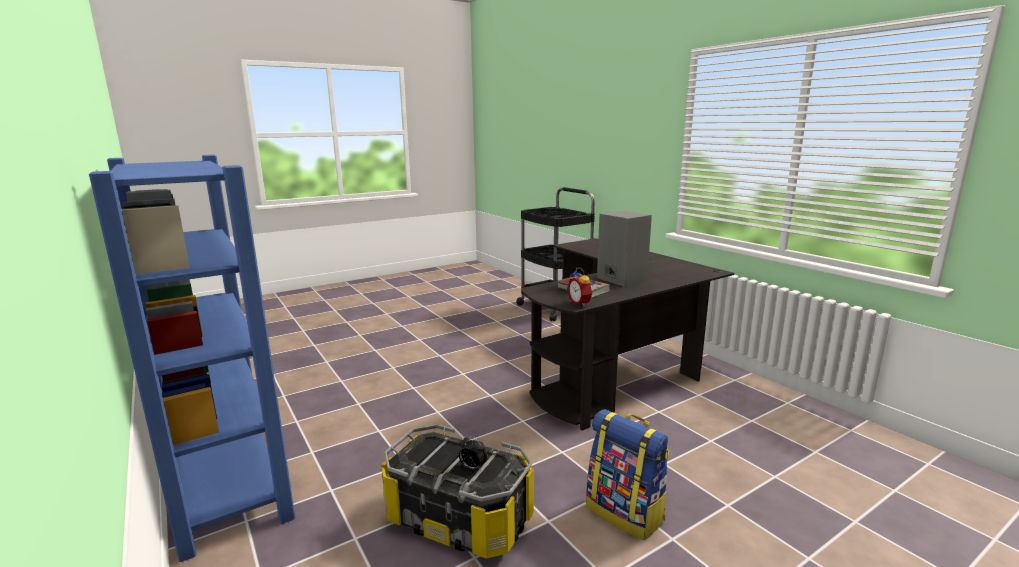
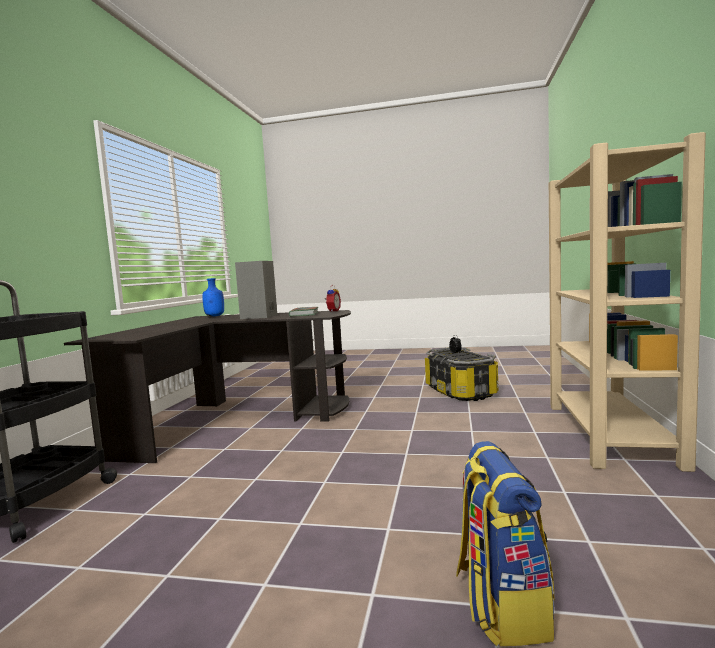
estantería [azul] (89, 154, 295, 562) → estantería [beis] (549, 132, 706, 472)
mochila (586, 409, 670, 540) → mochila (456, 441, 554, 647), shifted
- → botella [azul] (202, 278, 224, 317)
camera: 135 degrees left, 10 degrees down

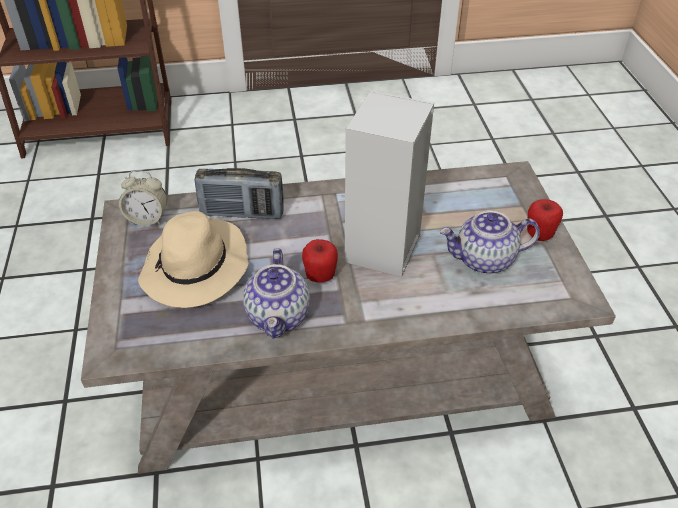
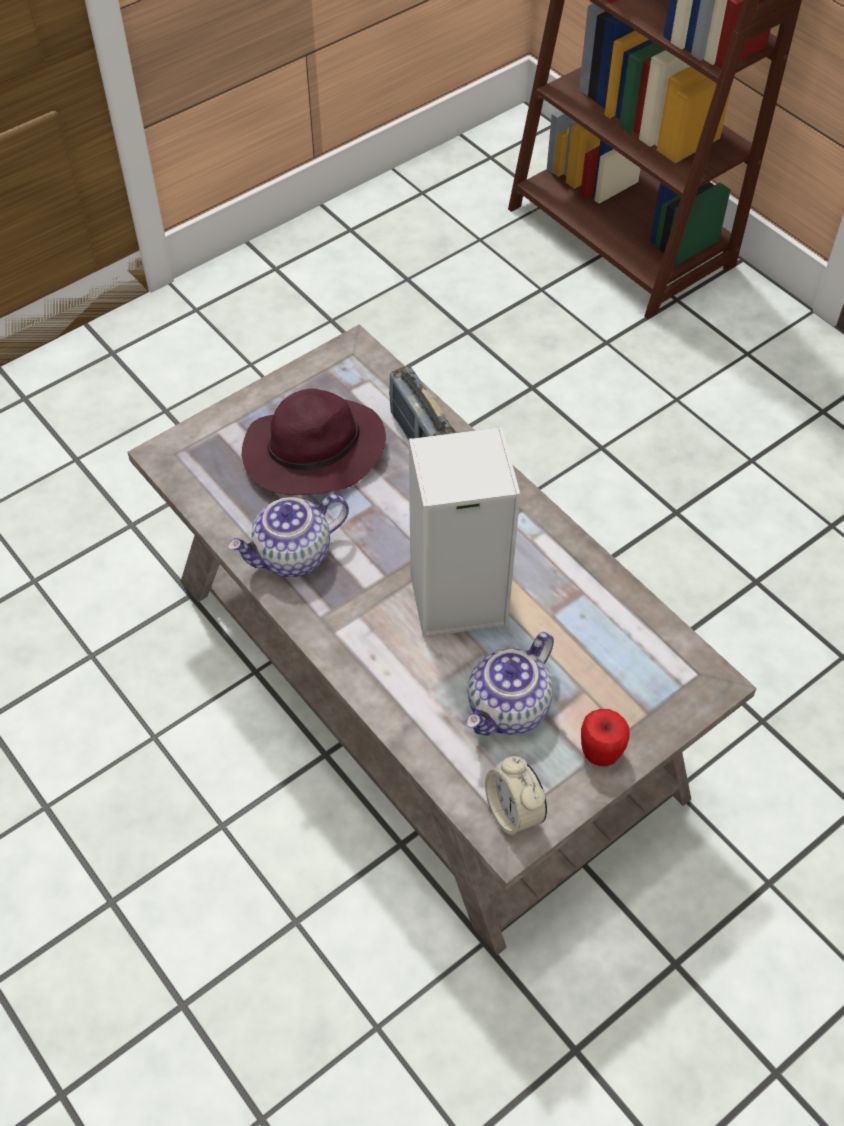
despertador (119, 170, 167, 226) → despertador (485, 756, 547, 837), shifted
sombrero [beis] (138, 211, 249, 308) → sombrero [morado] (242, 389, 386, 495)
tetera (440, 211, 540, 274) → tetera (466, 632, 554, 736), 105 degrees counterclockwise
manzana (302, 239, 338, 283) → -
camera: 60 degrees right, 10 degrees up

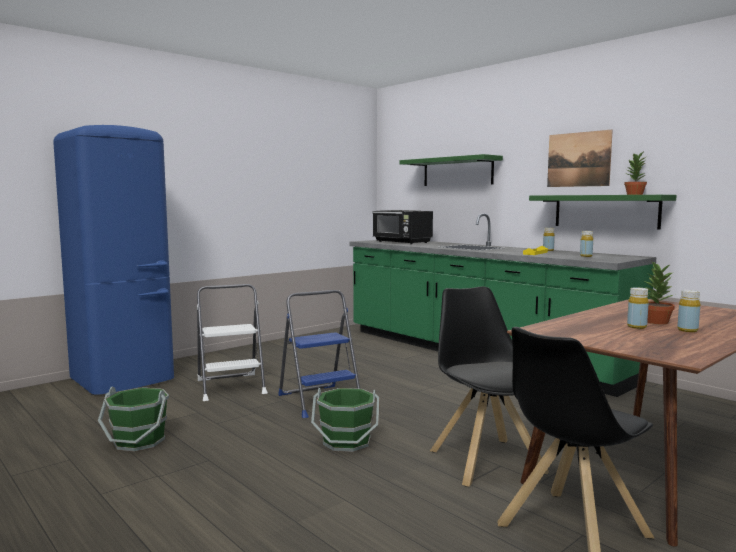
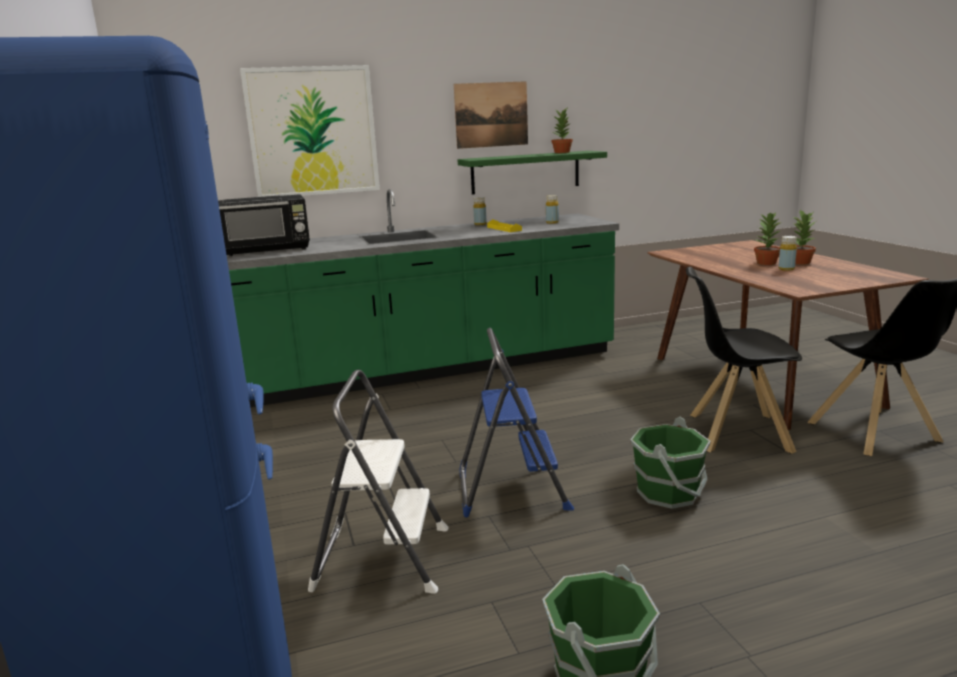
estante [verde] (400, 154, 503, 186) → cuadro (240, 65, 380, 197)
botella [amarillo] (677, 290, 700, 332) → planta en maceta (792, 210, 816, 265)
camera: 65 degrees left, 10 degrees up

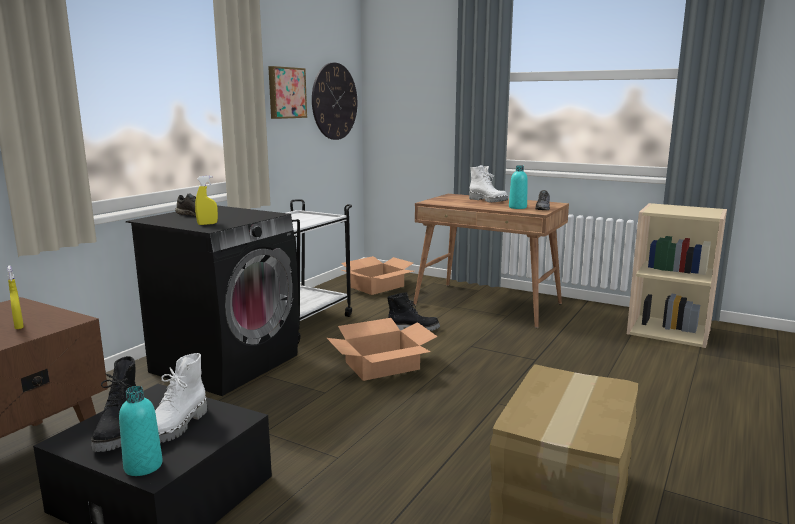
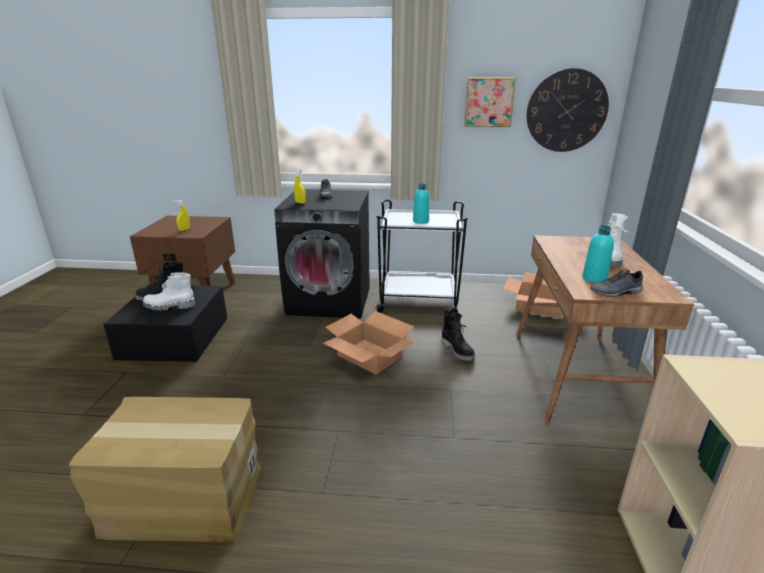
botella [turquesa] (119, 386, 163, 476) → botella [turquesa] (413, 184, 429, 224), shifted
camera: 65 degrees right, 10 degrees up

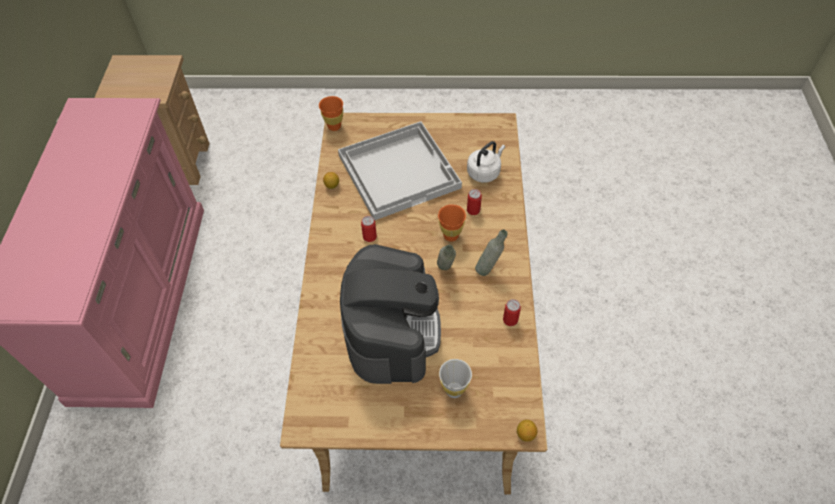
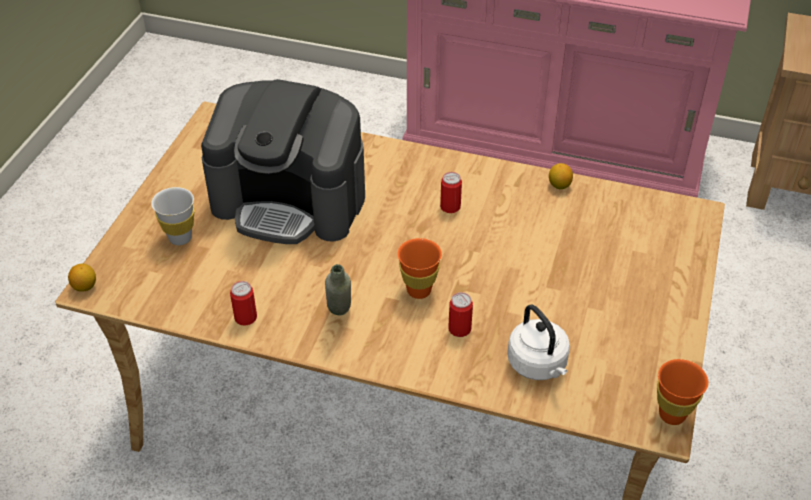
taza [naranja] (319, 96, 343, 131) → taza [naranja] (657, 359, 709, 425), shifted
bandeja [blanco] (338, 121, 462, 220) → -
botella [gris] (437, 245, 456, 270) → -
camera: 105 degrees right, 10 degrees down

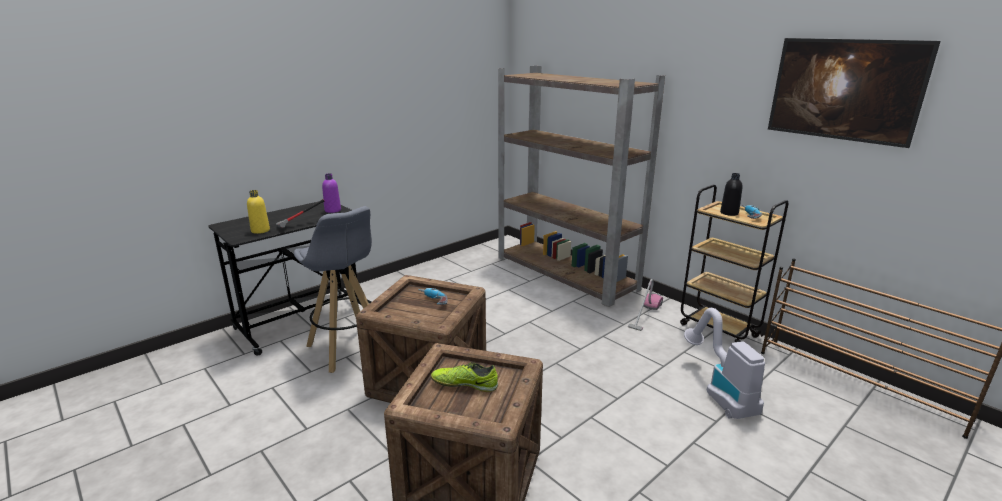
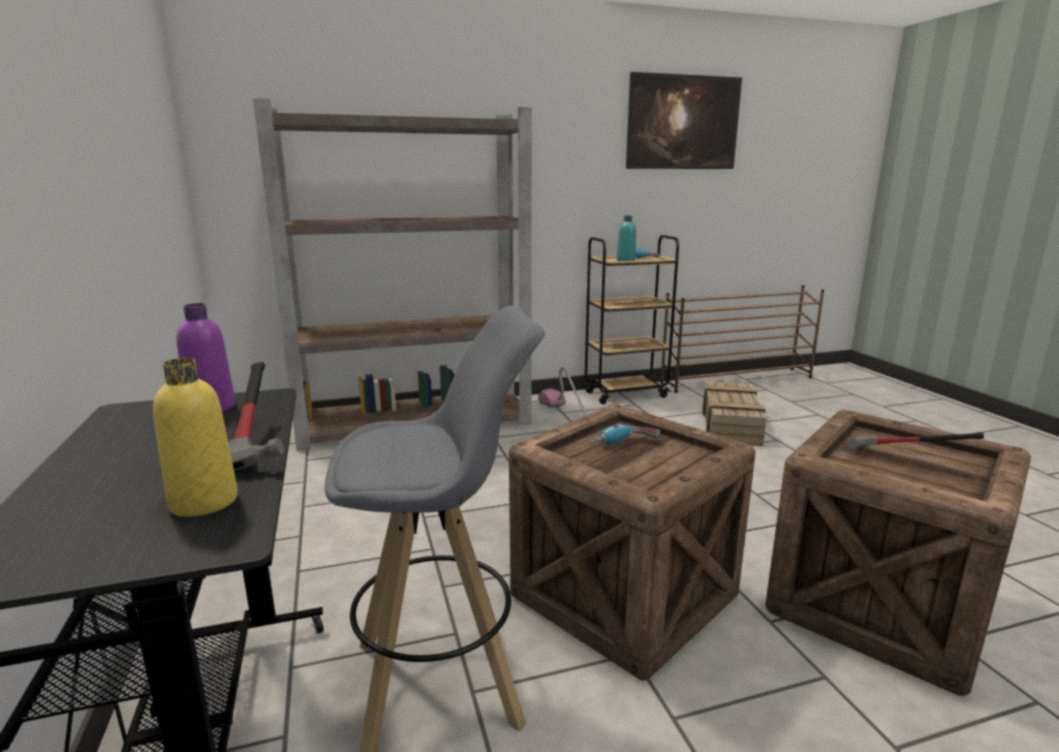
botella [negro] (720, 173, 743, 216) → botella [turquesa] (617, 215, 636, 261)
aspiradora (684, 308, 765, 419) → caja de embalaje (702, 382, 767, 446)
zapato (431, 362, 498, 392) → martillo (846, 432, 984, 449)
camera: 65 degrees left, 5 degrees down

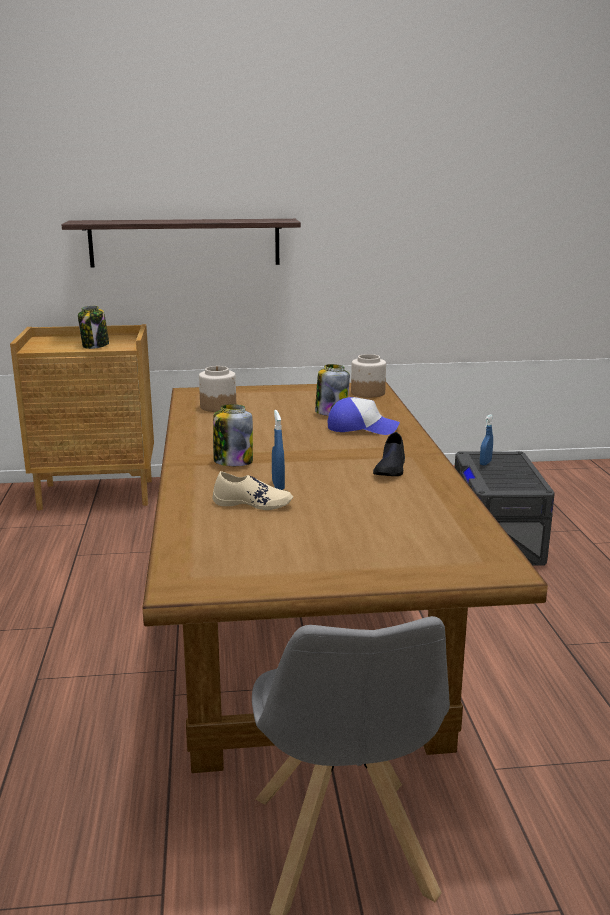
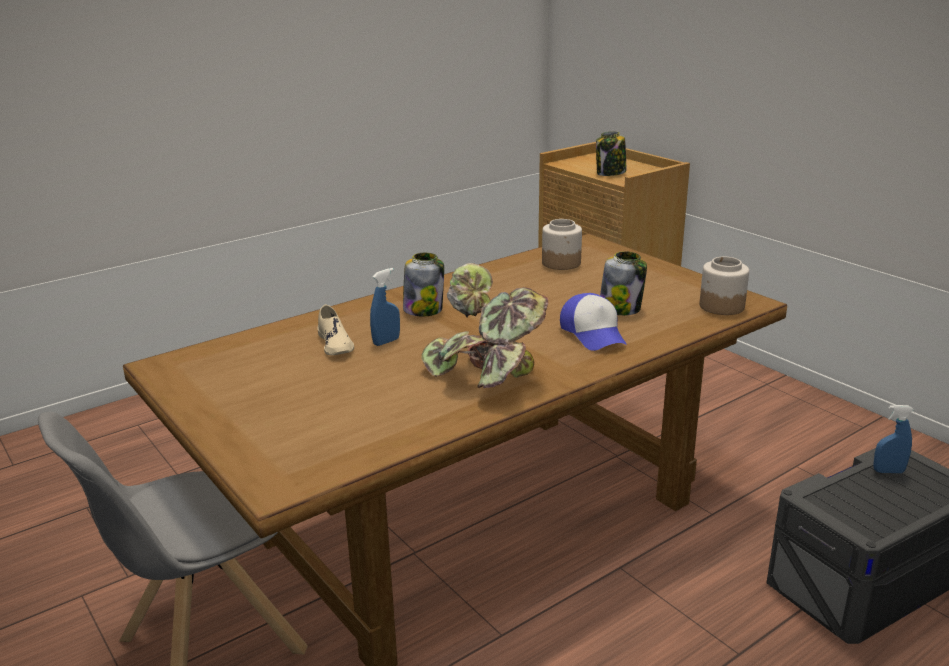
estante (62, 219, 301, 267) → -
zapato [negro] (373, 432, 405, 476) → planta en maceta (421, 263, 548, 388)
camera: 60 degrees right, 5 degrees up

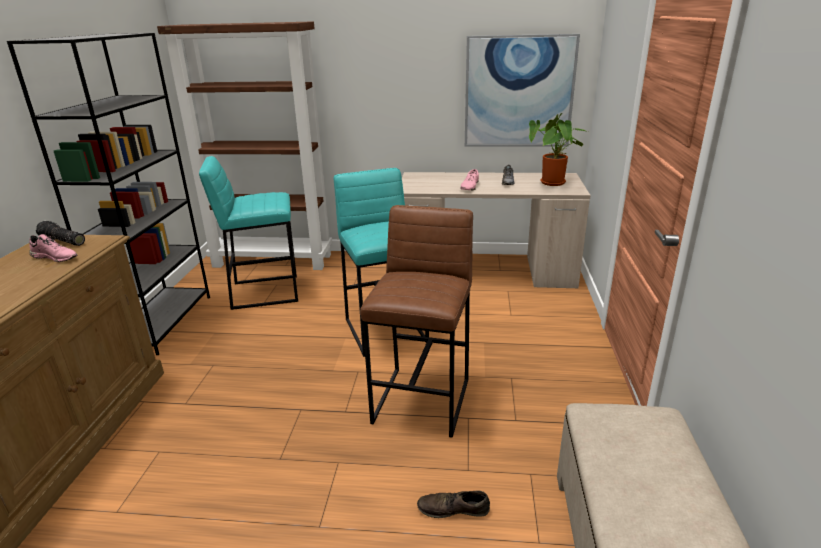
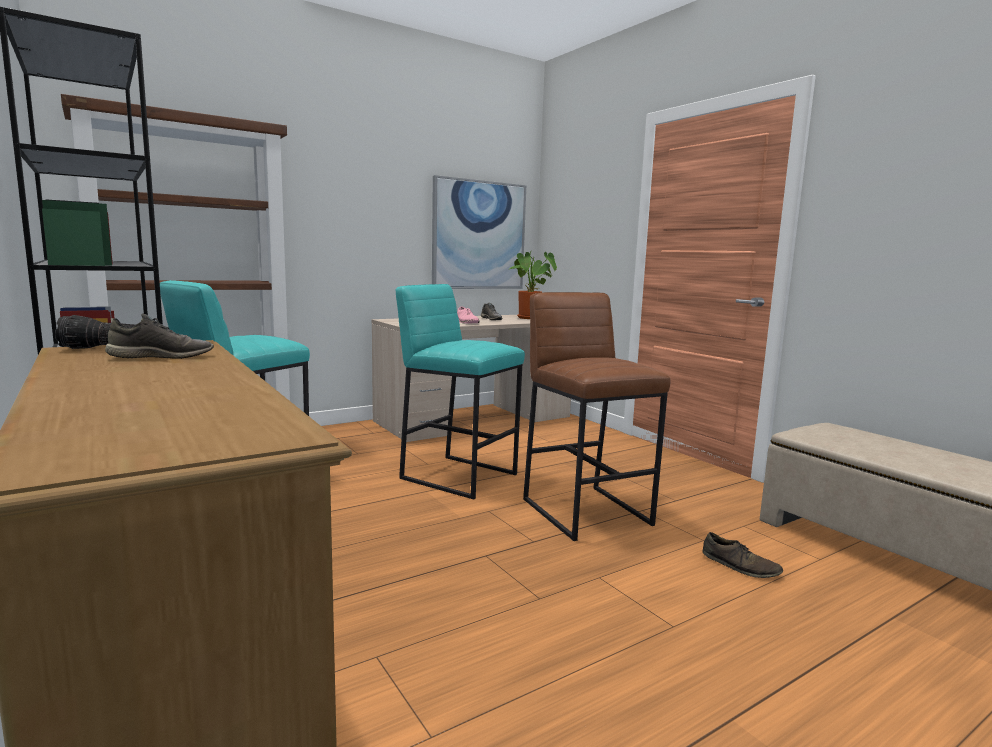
zapato [rosa] (29, 234, 77, 262) → zapato [gris] (105, 314, 214, 359)
zapato [marrón] (417, 490, 490, 518) → zapato [marrón] (702, 532, 783, 578), 105 degrees counterclockwise
camera: 40 degrees left, 15 degrees down

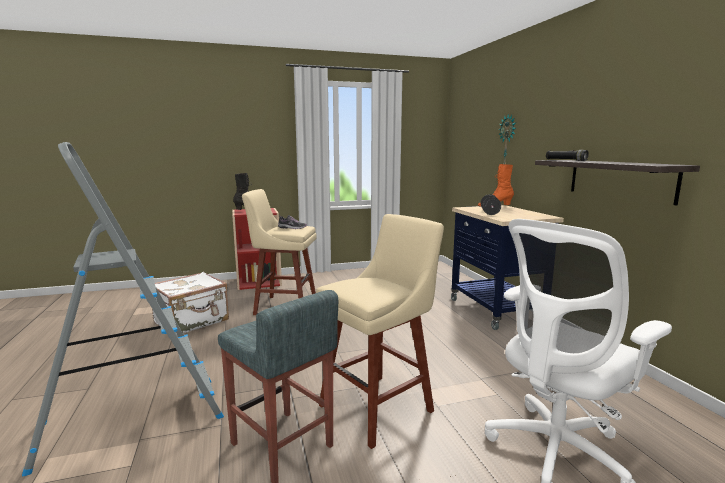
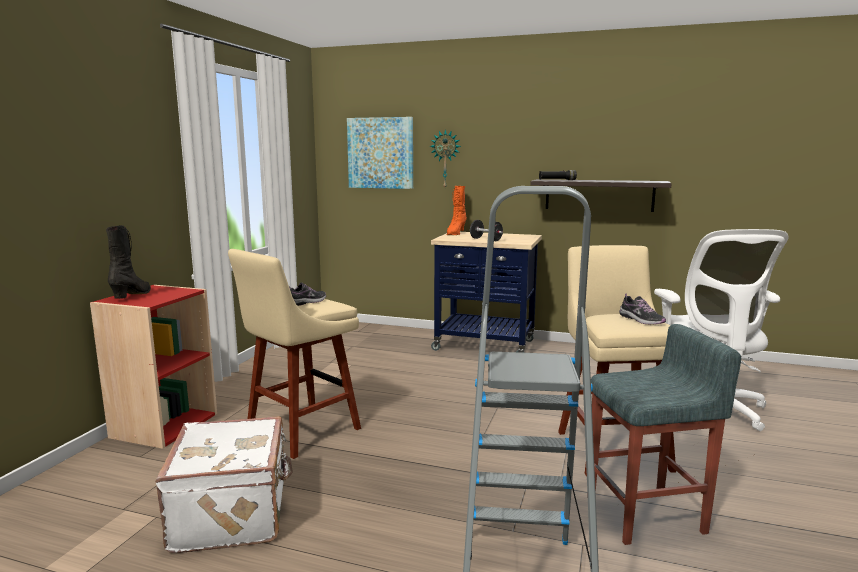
- → cuadro (347, 117, 413, 189)
- → zapato (619, 293, 666, 325)
camera: 55 degrees left, 0 degrees up

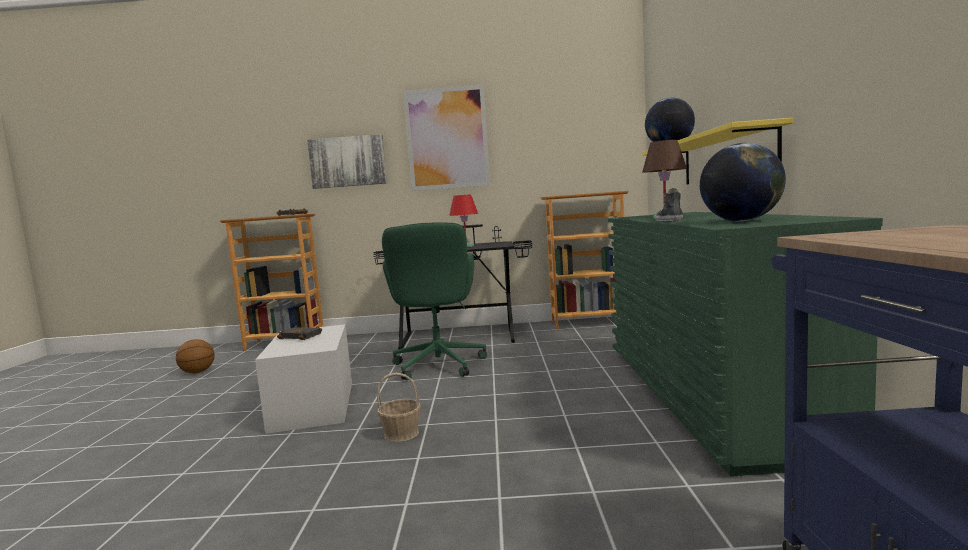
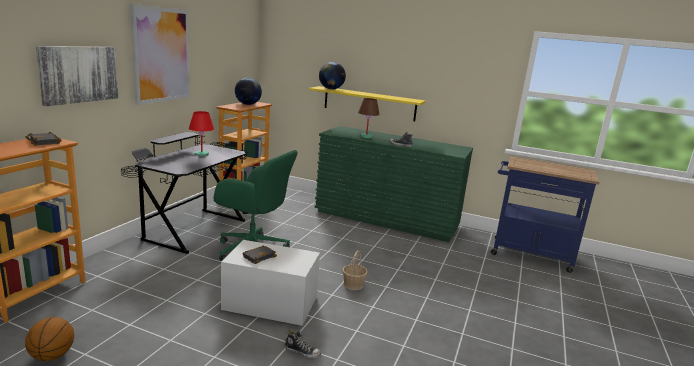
globo terráqueo (700, 143, 786, 221) → globo terráqueo (235, 78, 262, 105), shifted
- → zapato (285, 329, 321, 358)
camera: 70 degrees left, 10 degrees up

